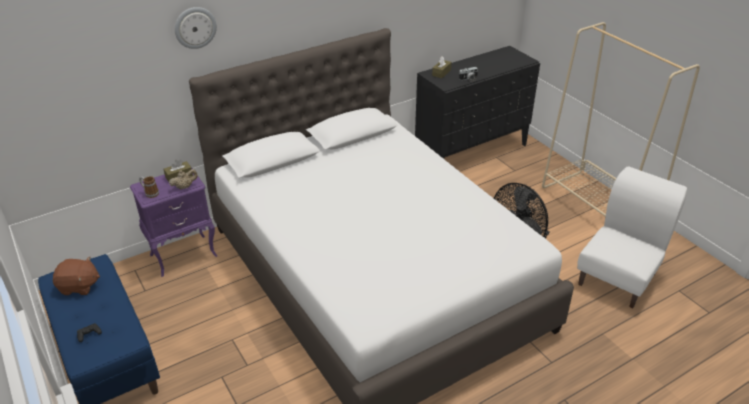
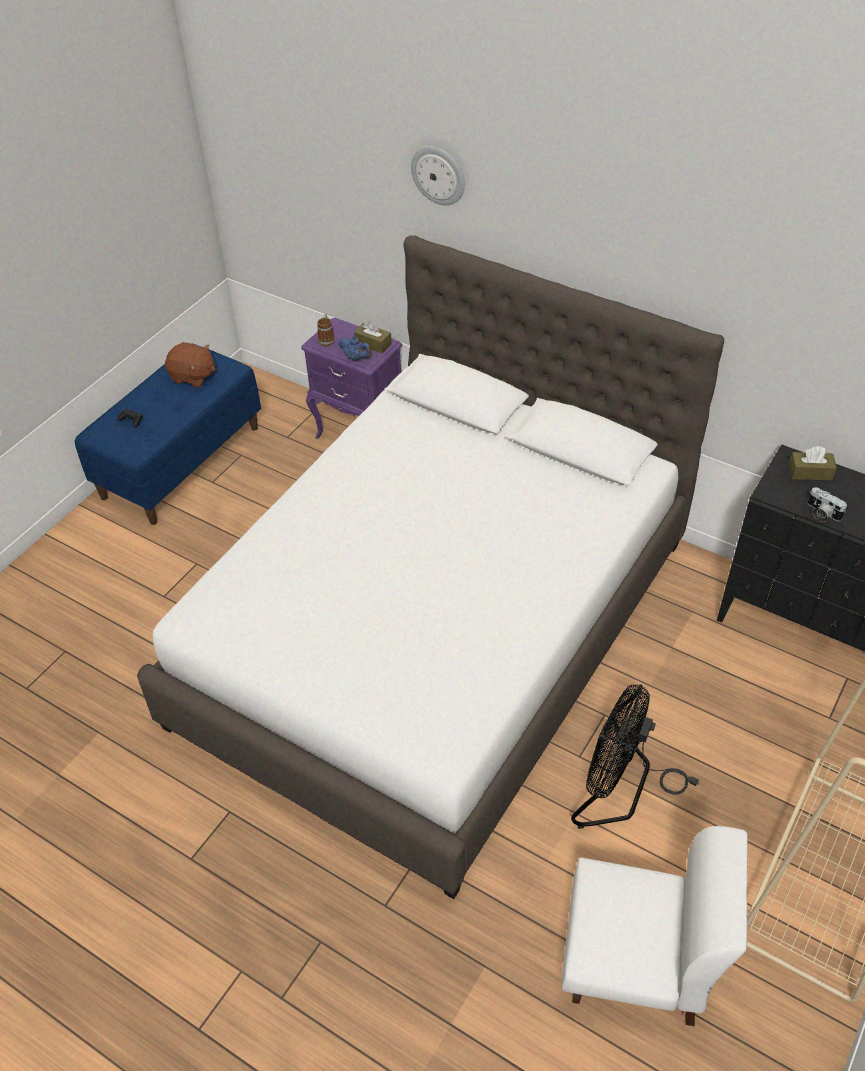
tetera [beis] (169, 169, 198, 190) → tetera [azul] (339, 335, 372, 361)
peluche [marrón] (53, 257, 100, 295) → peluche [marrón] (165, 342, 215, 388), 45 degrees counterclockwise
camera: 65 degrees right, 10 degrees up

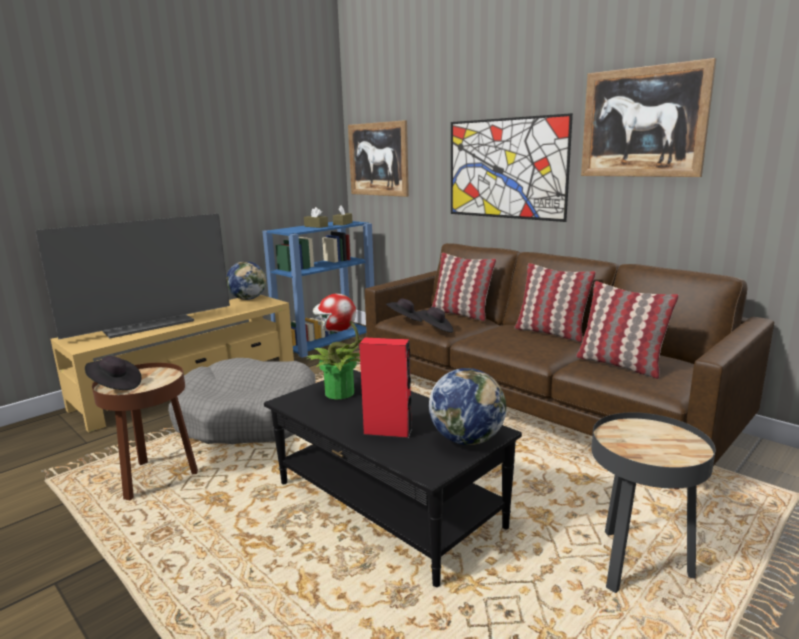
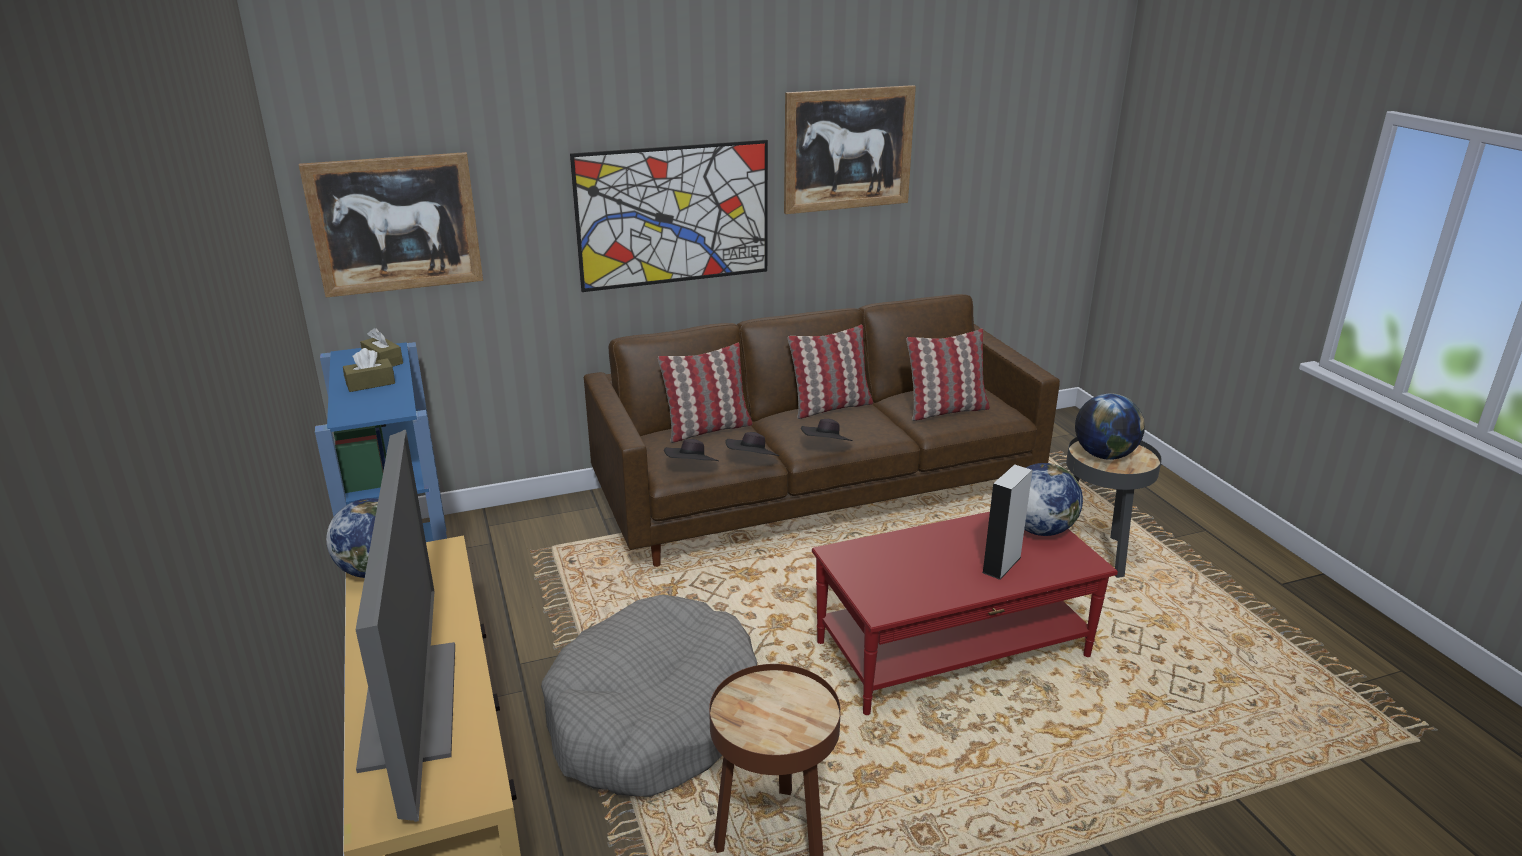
planta en maceta (305, 294, 362, 399) → -
altavoz [rojo] (359, 338, 412, 438) → altavoz [gris] (982, 464, 1032, 580)
sombrero [negro] (85, 356, 141, 390) → sombrero [negro] (801, 419, 853, 441), shifted
mesa de centro [negro] (264, 369, 522, 587) → mesa de centro [rojo] (812, 512, 1118, 715)
- → globo terráqueo (1075, 393, 1145, 460)
camera: 65 degrees left, 10 degrees up

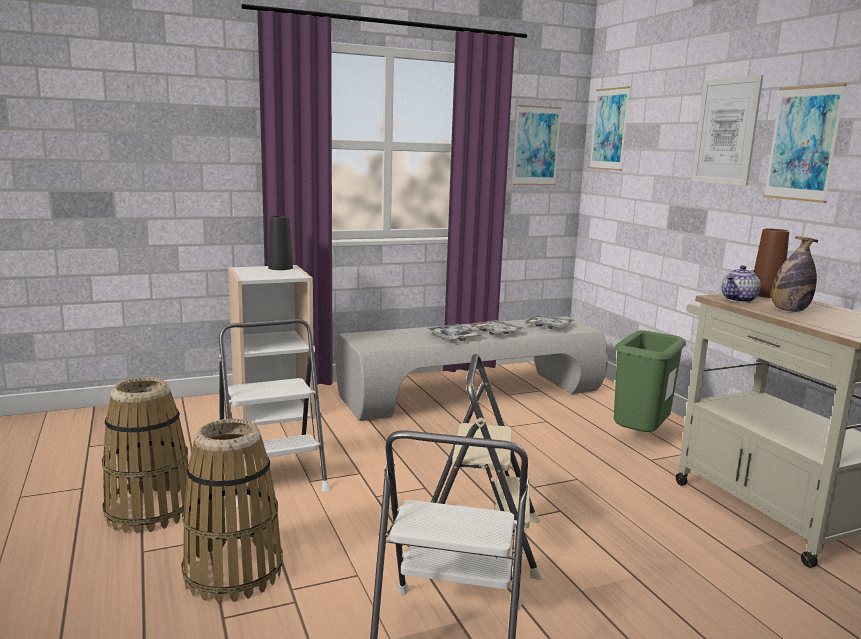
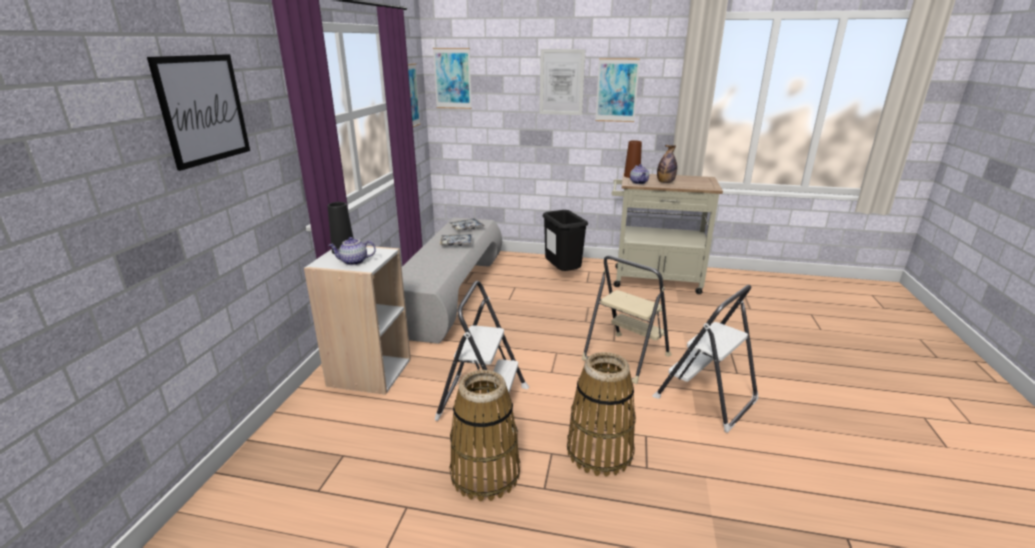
bandeja (426, 323, 483, 341) → -
papelera [verde] (614, 330, 686, 432) → papelera [negro] (542, 210, 588, 271)
- → cuadro (147, 54, 250, 171)
- → tetera (329, 237, 376, 265)
camera: 55 degrees left, 10 degrees up

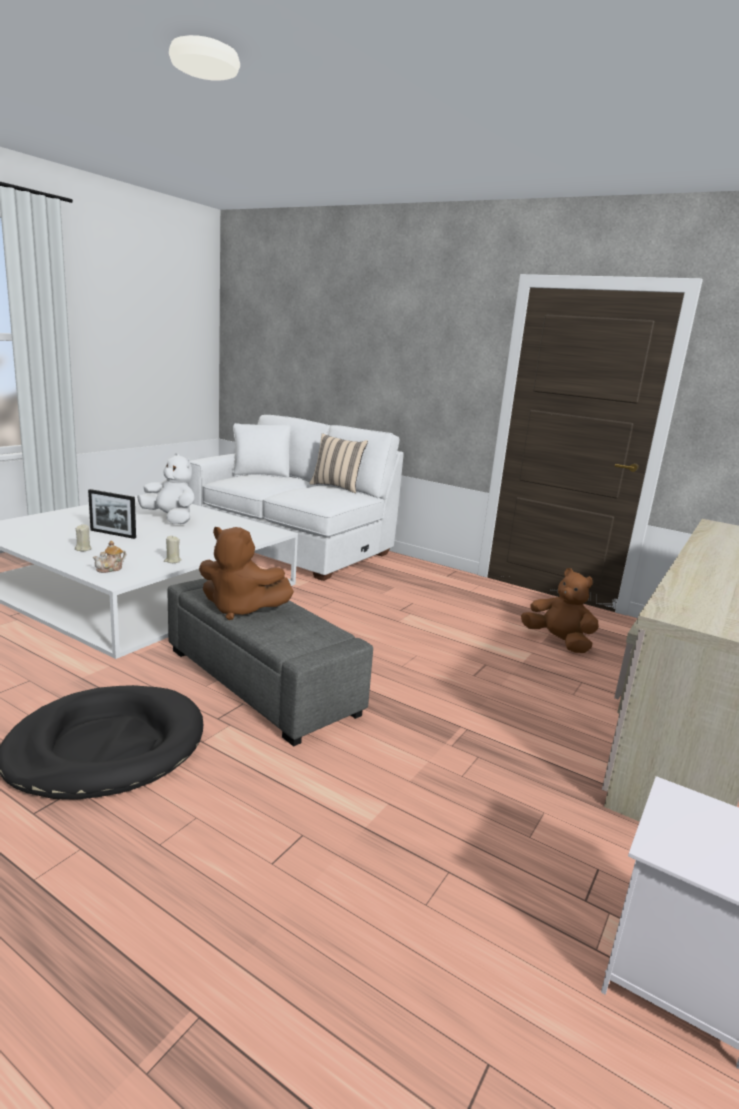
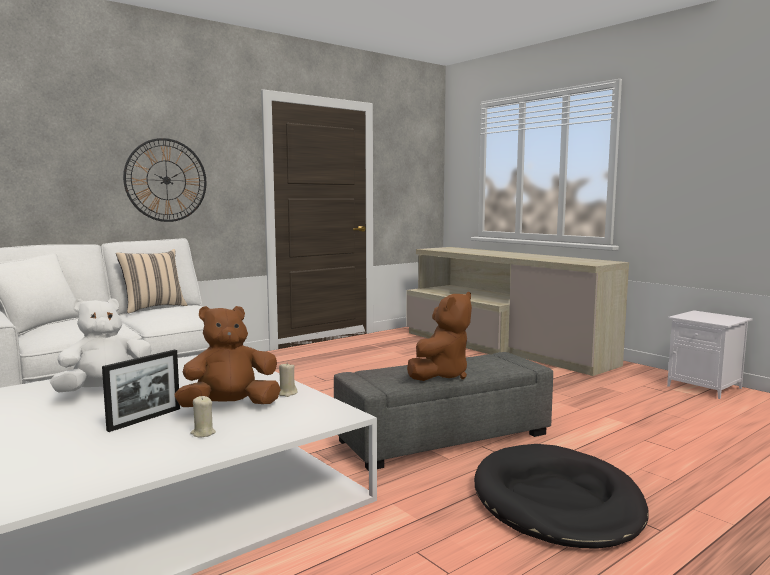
tetera (93, 541, 126, 573) → -
peluche [marrón] (521, 568, 599, 653) → peluche [marrón] (174, 306, 281, 407), shifted
- → reloj de pared (123, 138, 206, 222)
camera: 70 degrees left, 10 degrees down

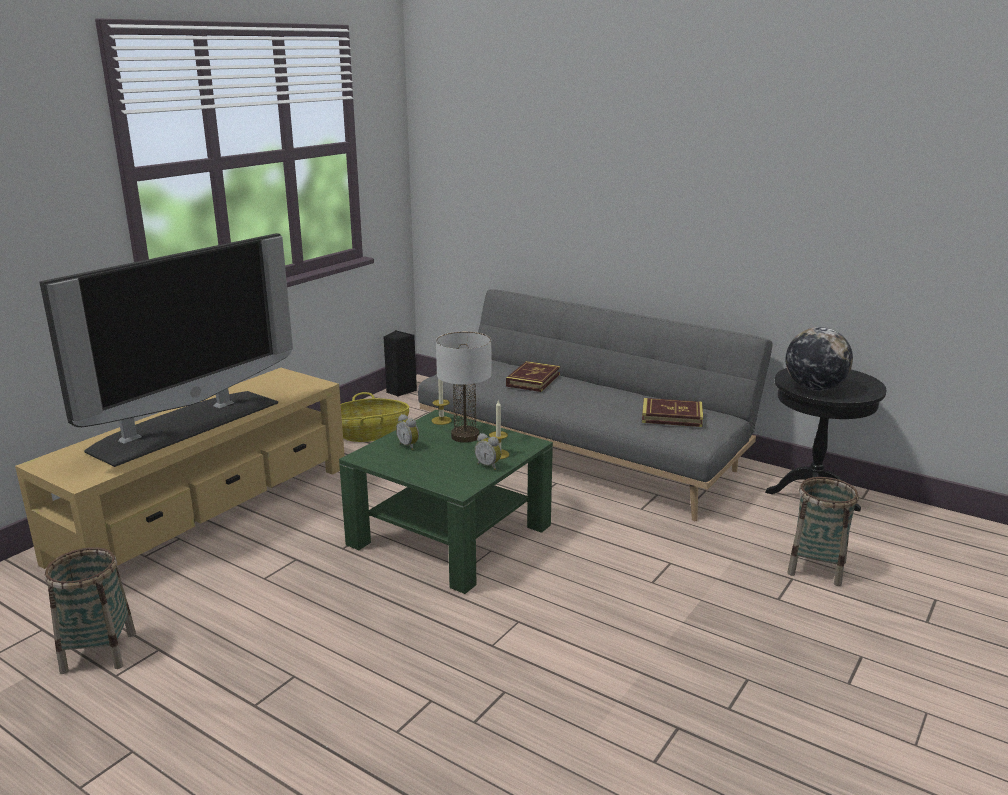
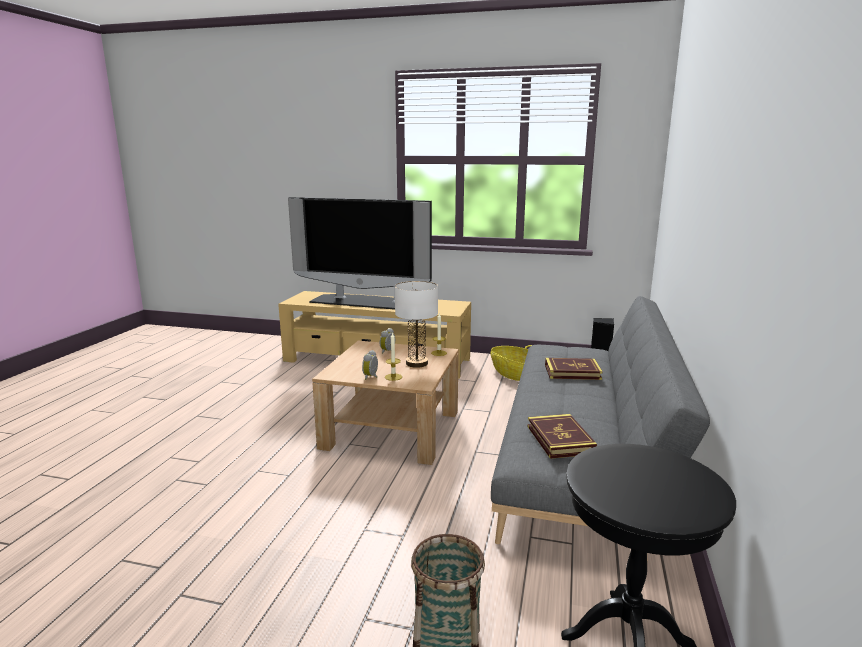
globo terráqueo (786, 327, 853, 391) → -
mesa de centro [verde] (339, 410, 553, 594) → mesa de centro [marrón] (312, 341, 459, 465)
cesta (45, 548, 136, 674) → -
camera: 70 degrees right, 5 degrees down

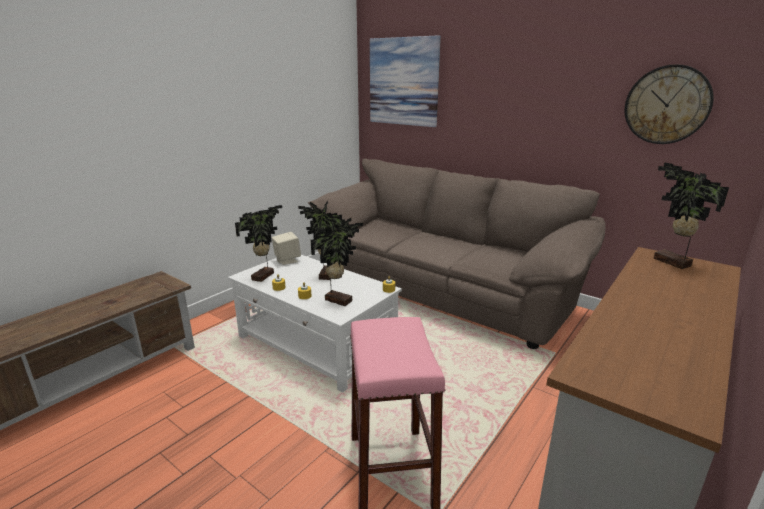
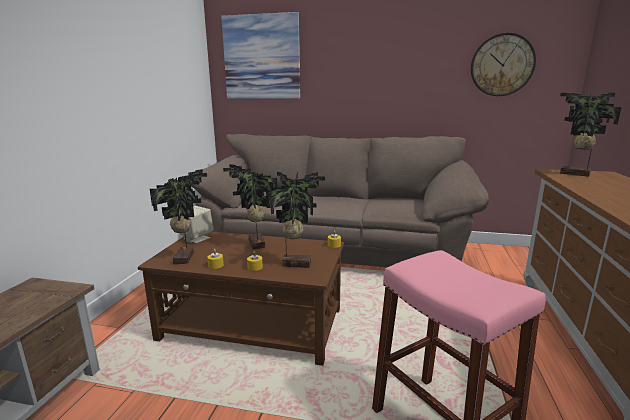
mesa de centro [blanco] (228, 255, 402, 393) → mesa de centro [marrón] (138, 232, 344, 366)
camera: 25 degrees left, 5 degrees down

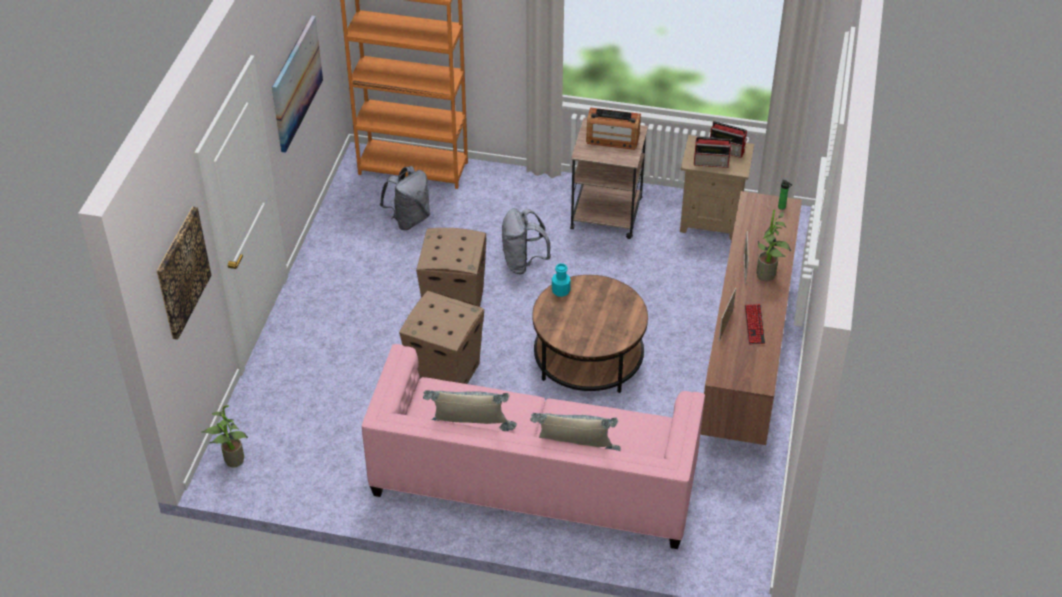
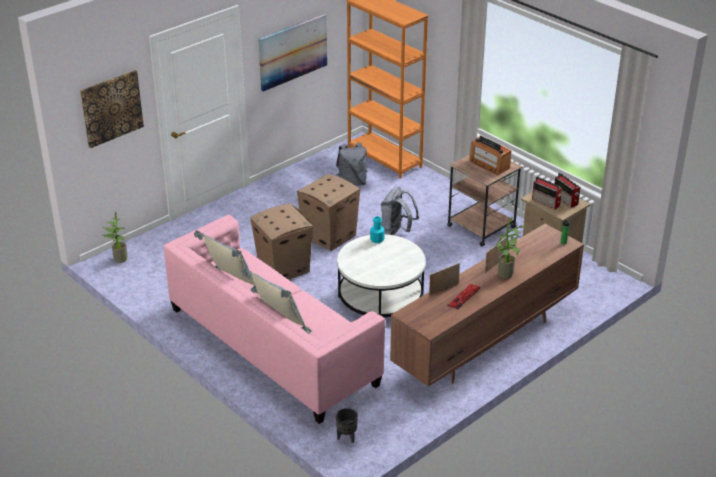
mesa de centro [marrón] (533, 275, 648, 393) → mesa de centro [blanco] (337, 234, 426, 317)
- → maceta [negro] (336, 408, 358, 443)
camera: 35 degrees right, 10 degrees down

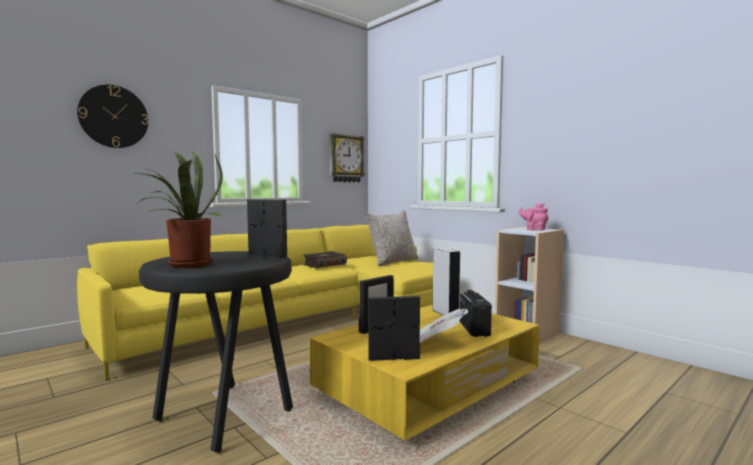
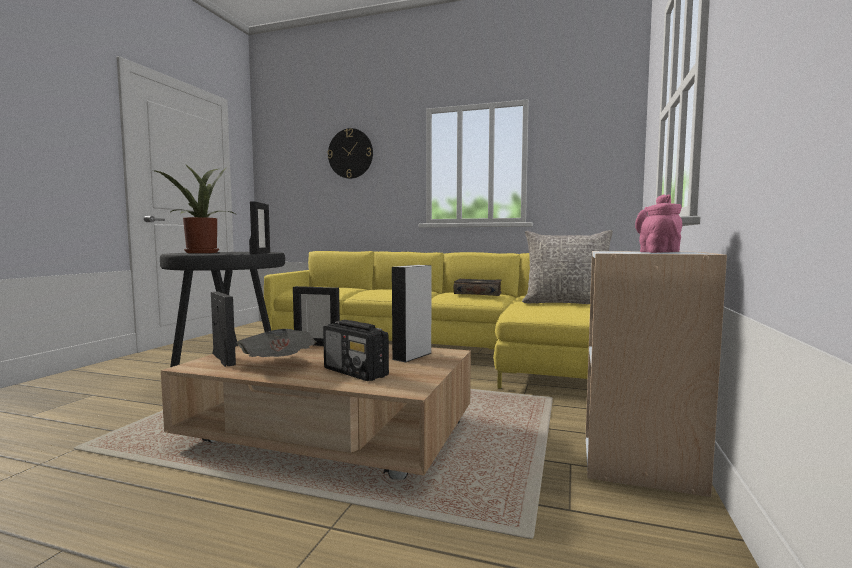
reloj de pared (329, 133, 365, 182) → -
radio (460, 290, 492, 337) → radio (323, 320, 389, 381), 75 degrees clockwise
mesa de centro [amarillo] (309, 305, 540, 441) → mesa de centro [marrón] (161, 344, 471, 480)
camera: 60 degrees right, 0 degrees up

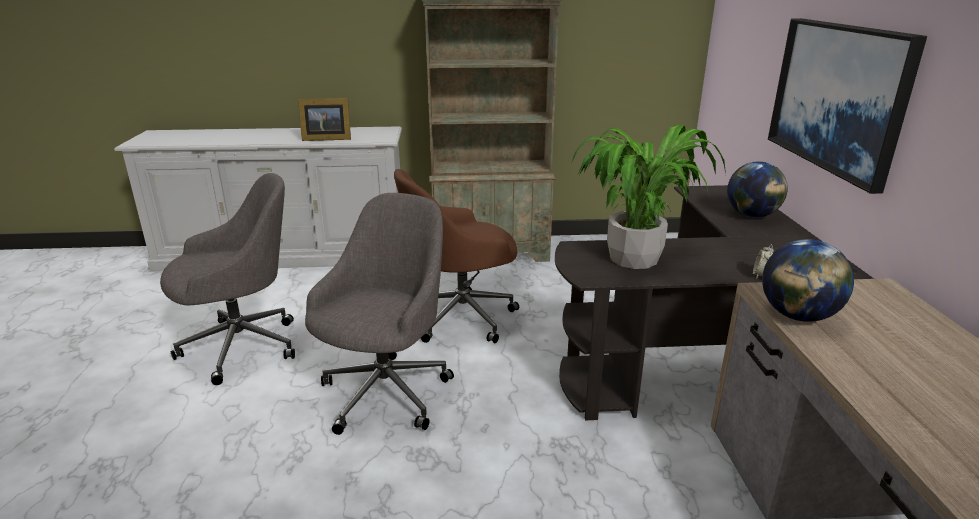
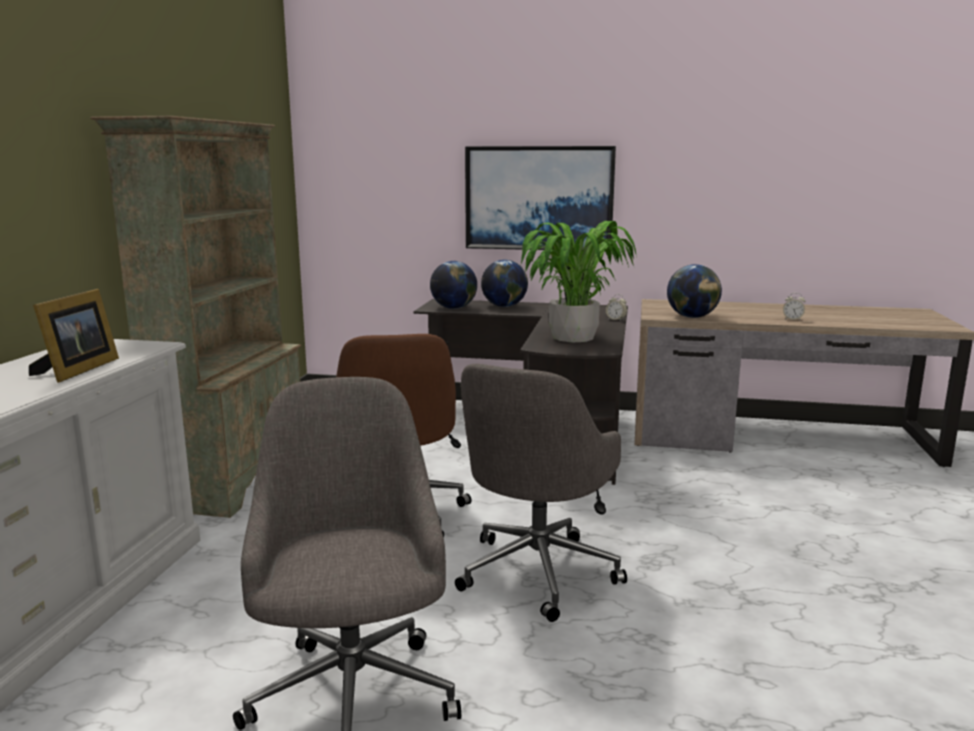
silla de oficina [gris] (305, 193, 454, 435) → silla de oficina [gris] (455, 364, 627, 622), 105 degrees counterclockwise
- → globo terráqueo (430, 261, 477, 309)
- → despertador (783, 293, 806, 321)
camera: 75 degrees left, 10 degrees down

